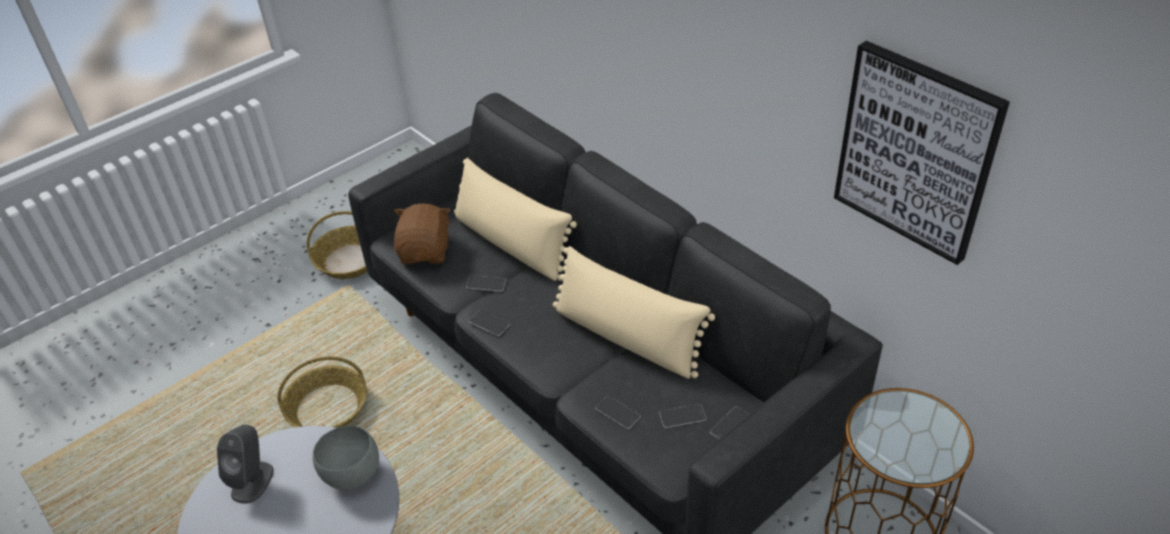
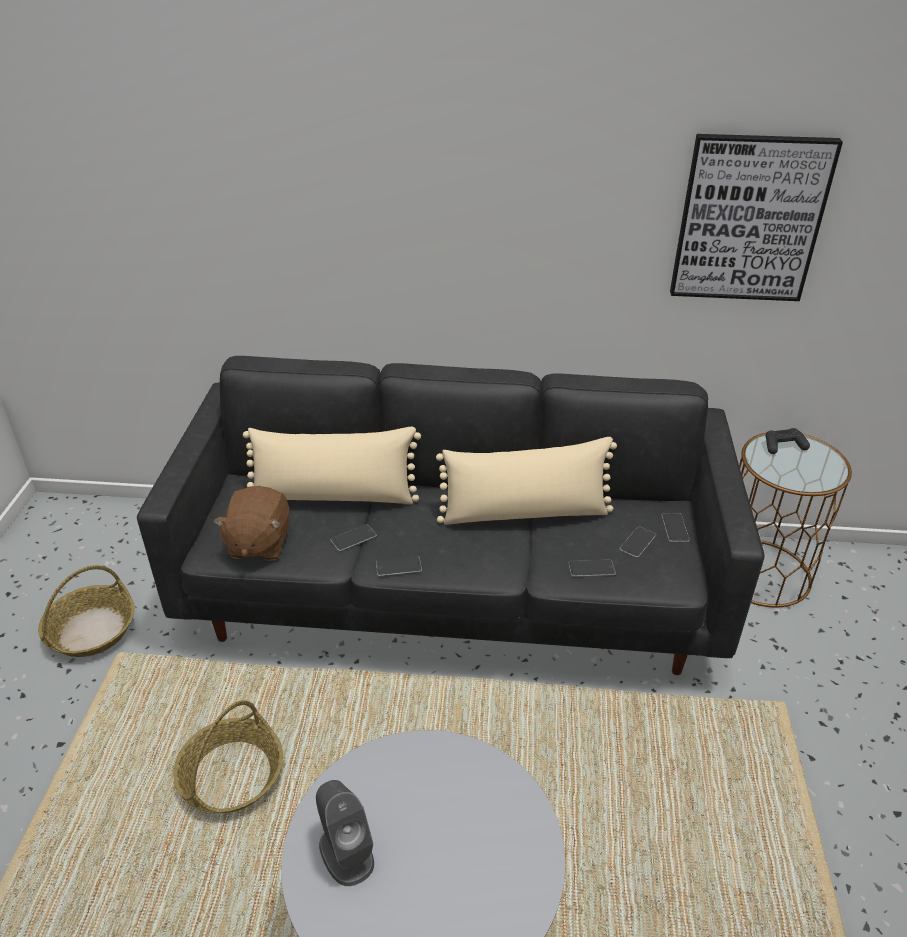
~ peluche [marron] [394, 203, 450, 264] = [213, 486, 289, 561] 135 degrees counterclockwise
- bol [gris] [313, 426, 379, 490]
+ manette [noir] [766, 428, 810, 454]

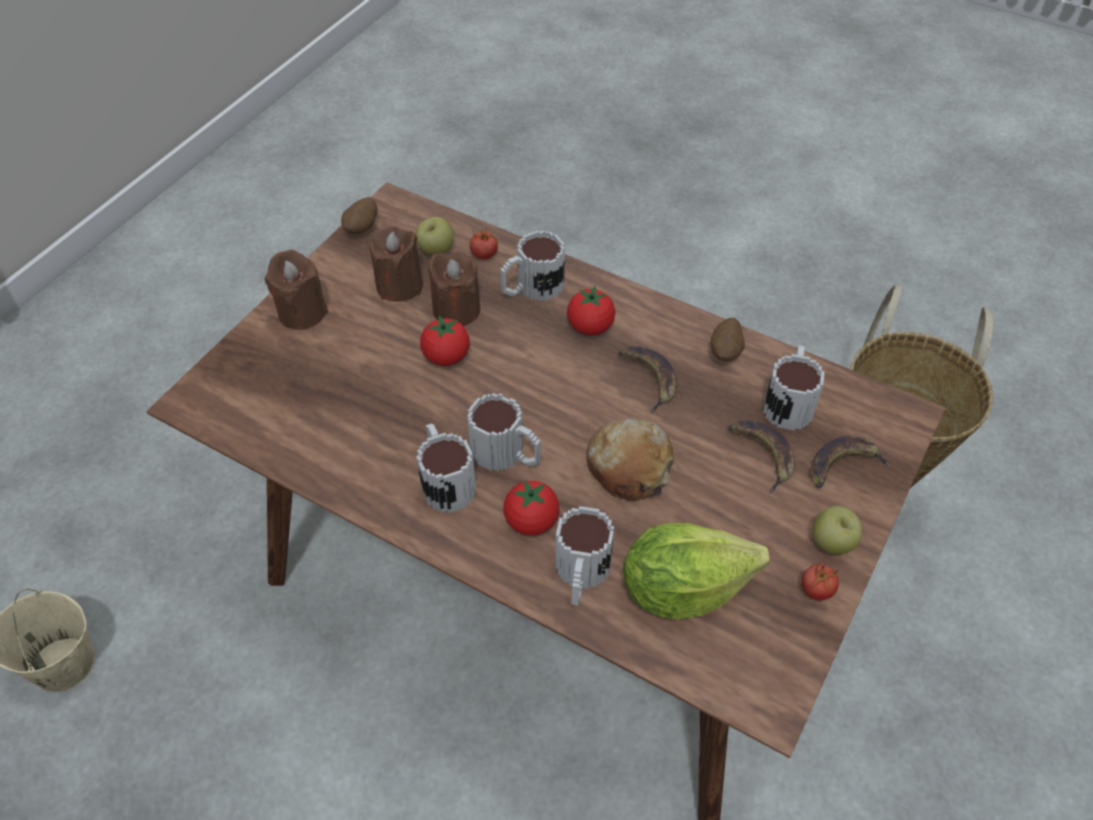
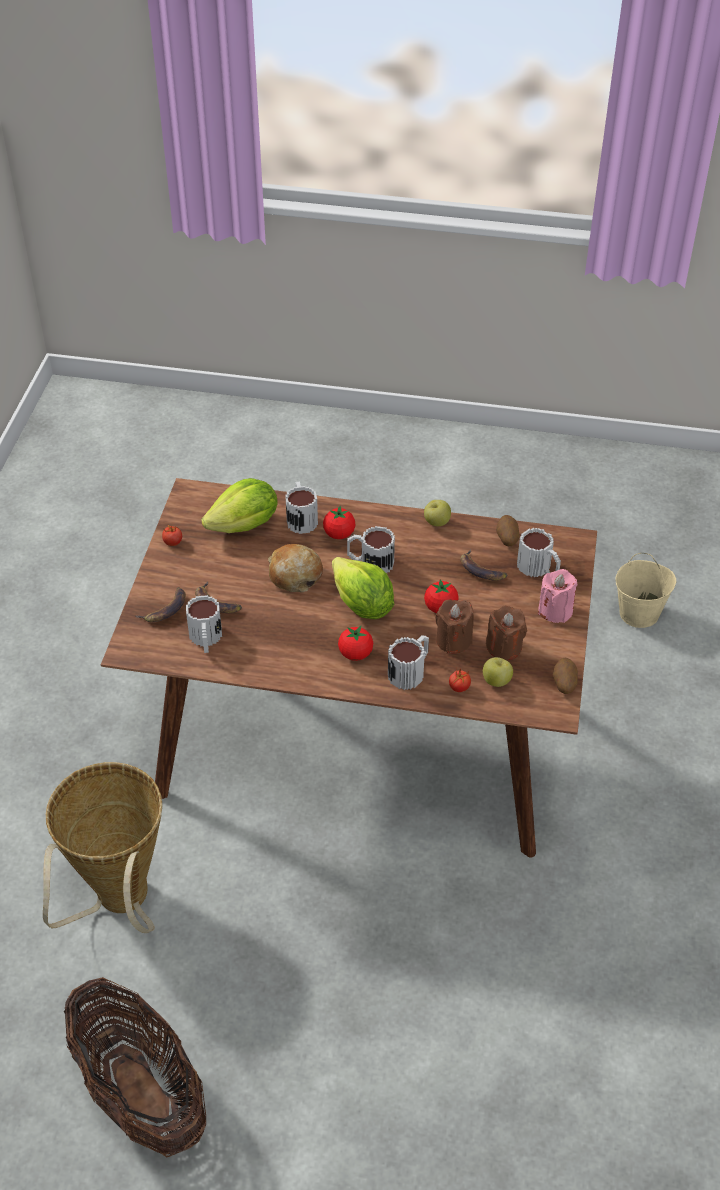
~ bougie [marron] [265, 250, 328, 330] to bougie [rose] [538, 569, 578, 623]
~ pomme de terre [710, 318, 745, 362] to [496, 515, 519, 546]
~ banane [618, 346, 677, 413] to [460, 549, 507, 581]
~ mug [416, 423, 476, 513] to [517, 528, 561, 577]
~ pomme [812, 506, 862, 554] to [424, 500, 451, 526]
+ laitue [332, 557, 394, 619]
+ panier [64, 977, 206, 1157]

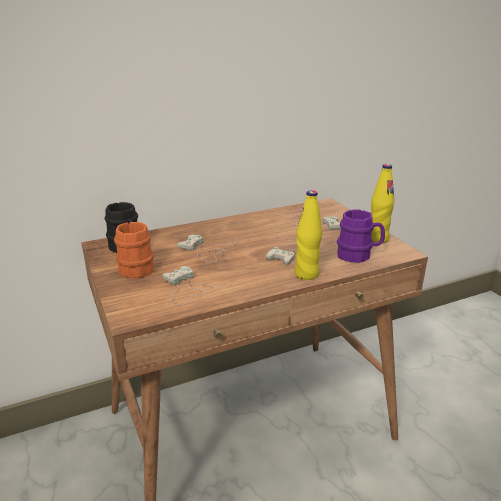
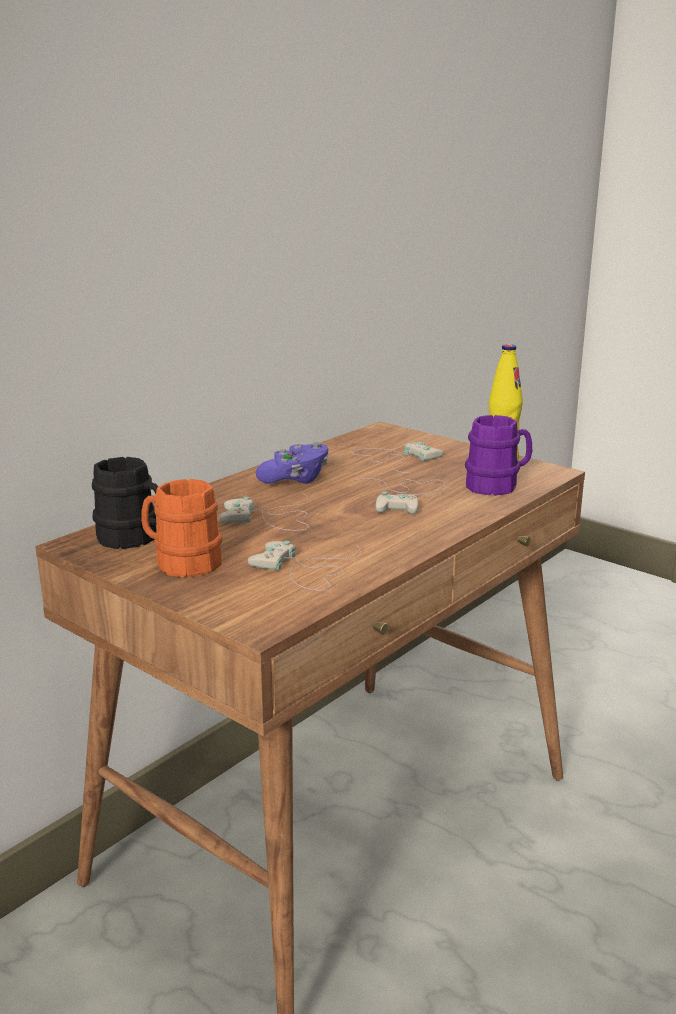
- bouteille [jaune] [295, 190, 322, 280]
+ manette [violet] [256, 442, 328, 484]

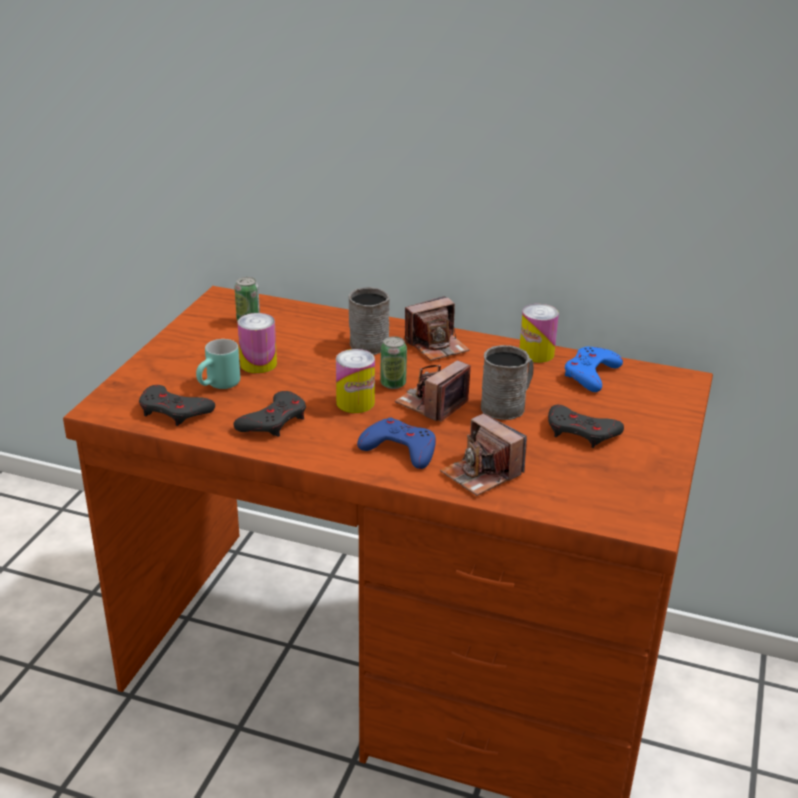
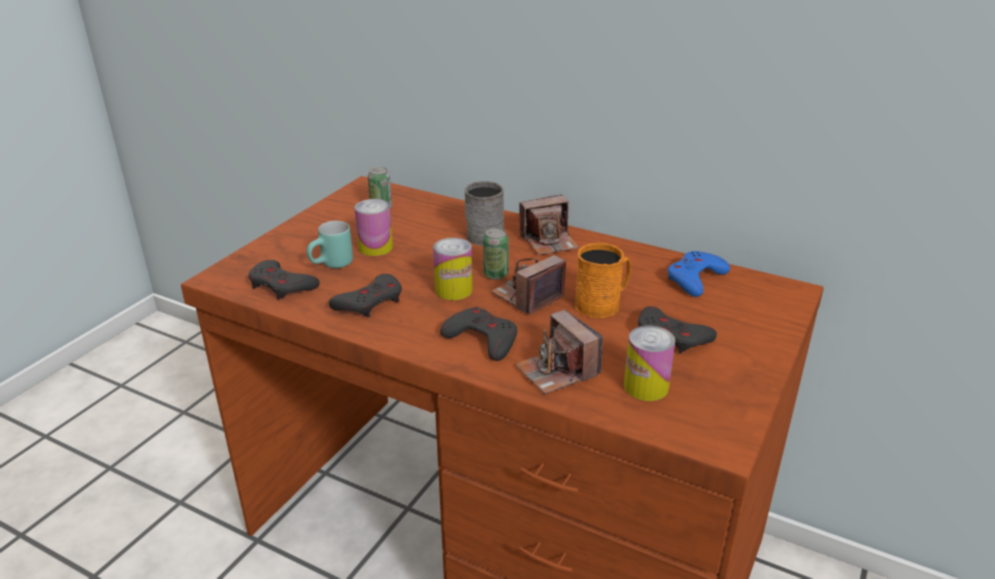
~ boîte métallique [519, 304, 559, 363] to [624, 325, 675, 401]
~ mug [gris] [481, 345, 534, 420] to mug [orange] [575, 243, 631, 318]
~ manette [bleu] [357, 418, 436, 469] to manette [gris] [440, 307, 518, 361]

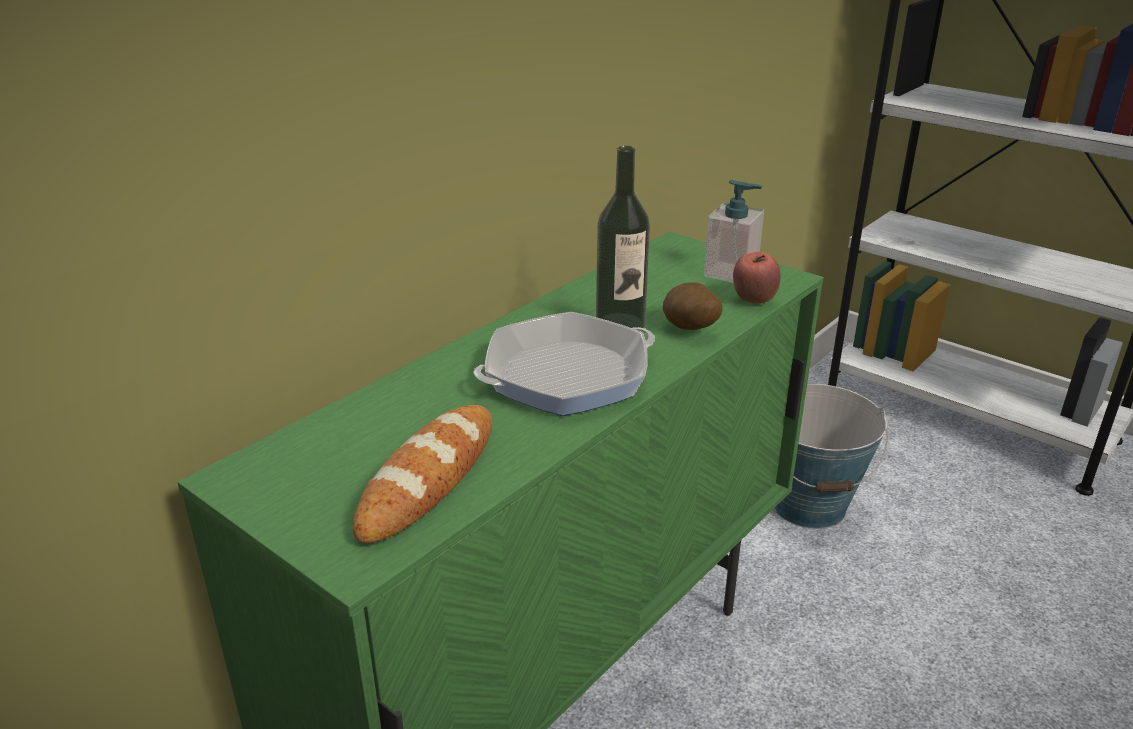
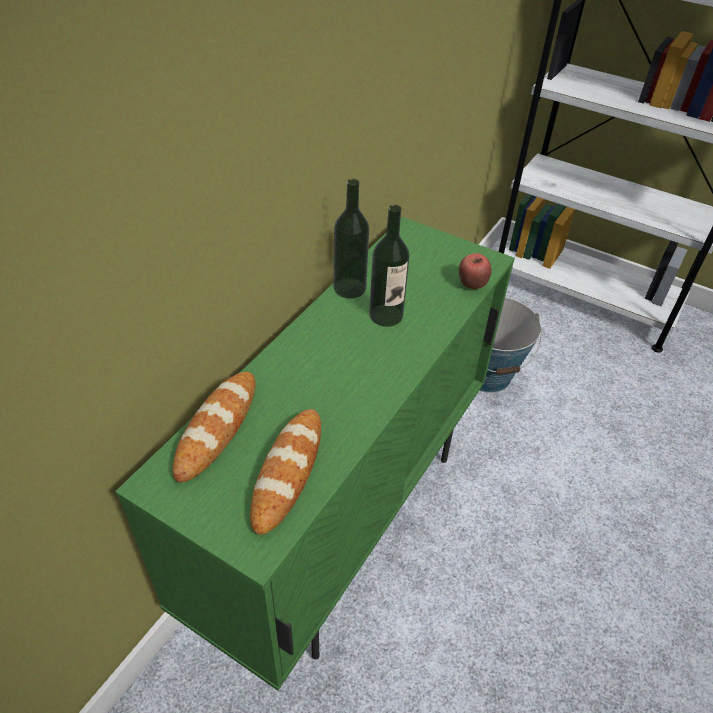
- distributeur de savon [703, 180, 764, 283]
- pomme de terre [663, 282, 723, 330]
- poêle [473, 312, 655, 416]
+ bouteille [334, 179, 369, 299]
+ pain [172, 372, 256, 482]

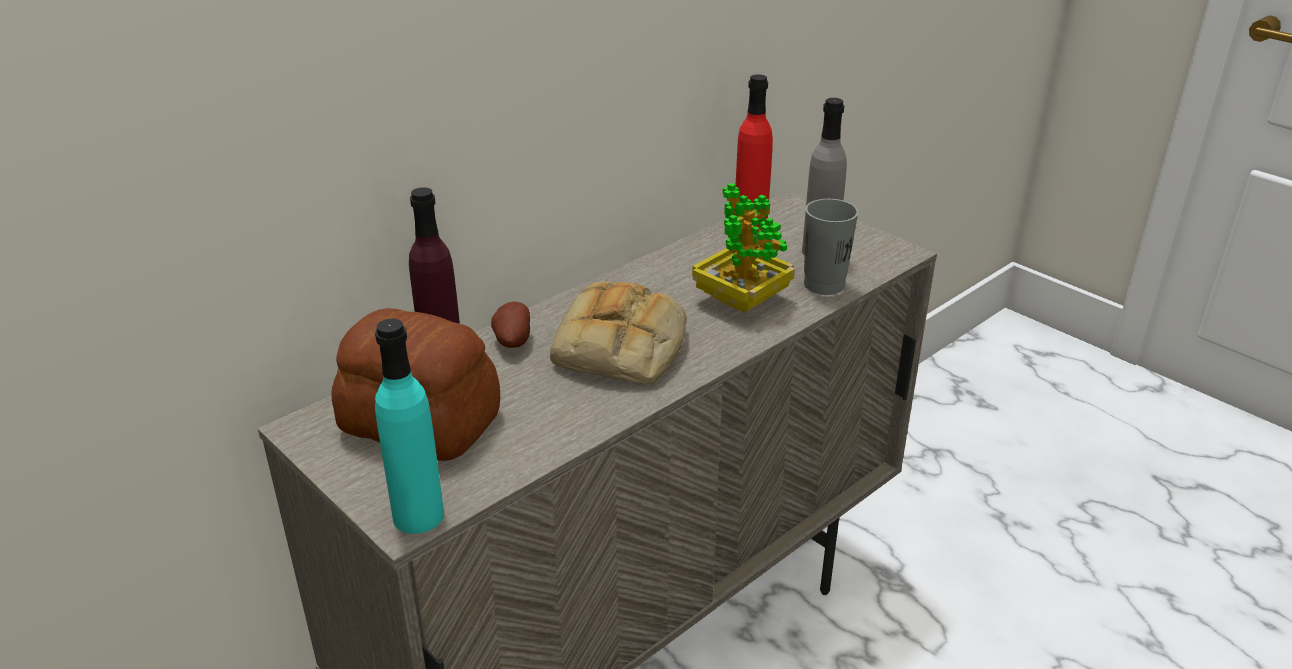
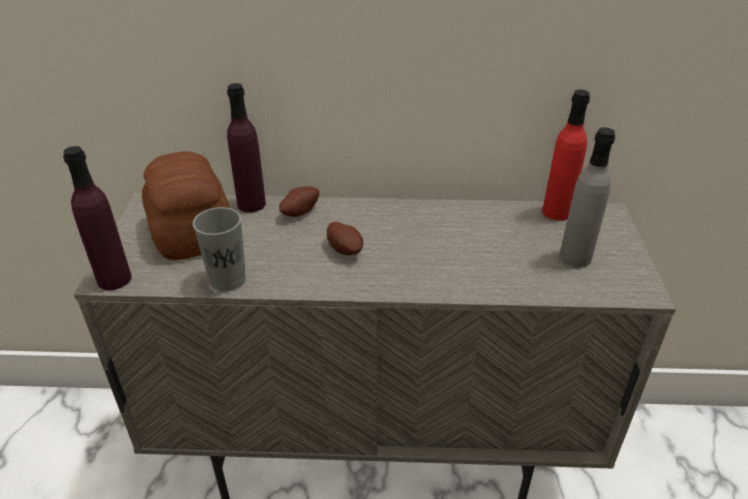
- plante en pot [692, 183, 795, 313]
~ tasse [gris] [804, 199, 859, 295] to [193, 207, 246, 291]
~ pain [550, 282, 687, 384] to pomme de terre [327, 222, 363, 255]
~ bouteille [turquoise] [375, 319, 444, 534] to bouteille [violet] [63, 146, 132, 290]

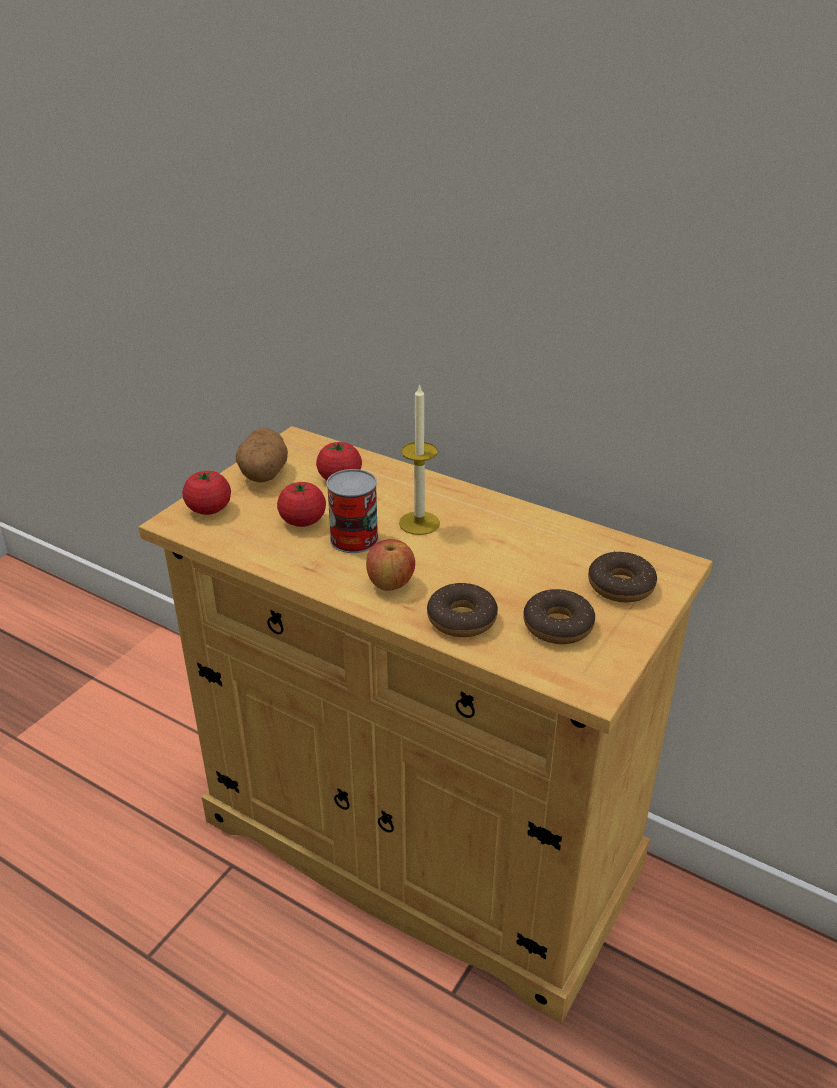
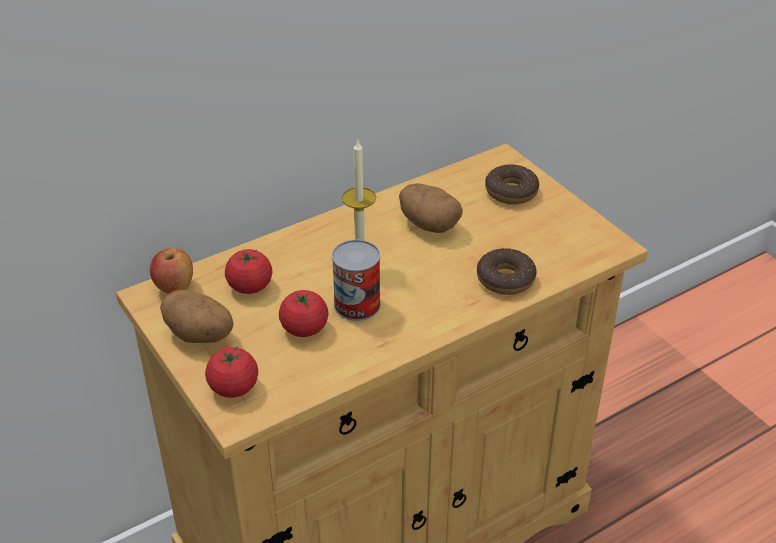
~ pomme [366, 539, 415, 591] to [150, 248, 193, 294]
- beignet [523, 589, 595, 644]
+ pomme de terre [399, 183, 463, 233]

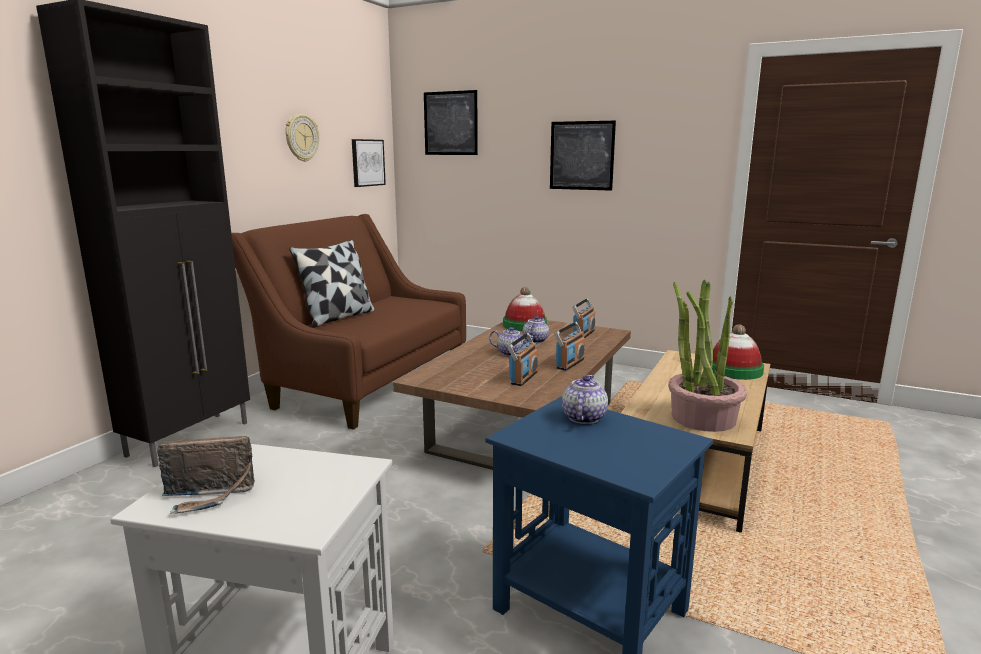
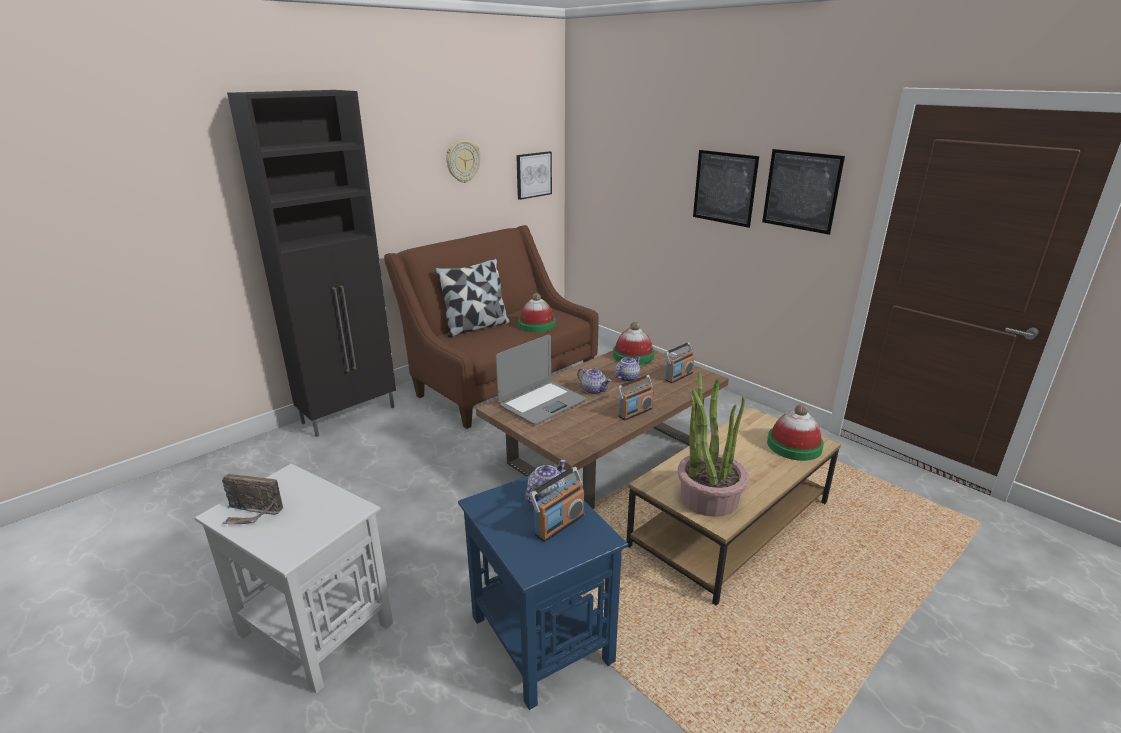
~ tableau [424, 90, 478, 155] to [762, 149, 845, 235]
~ radio [507, 333, 538, 386] to [529, 467, 585, 542]
+ chapeau [518, 293, 556, 333]
+ ordinateur portable [496, 334, 586, 424]

